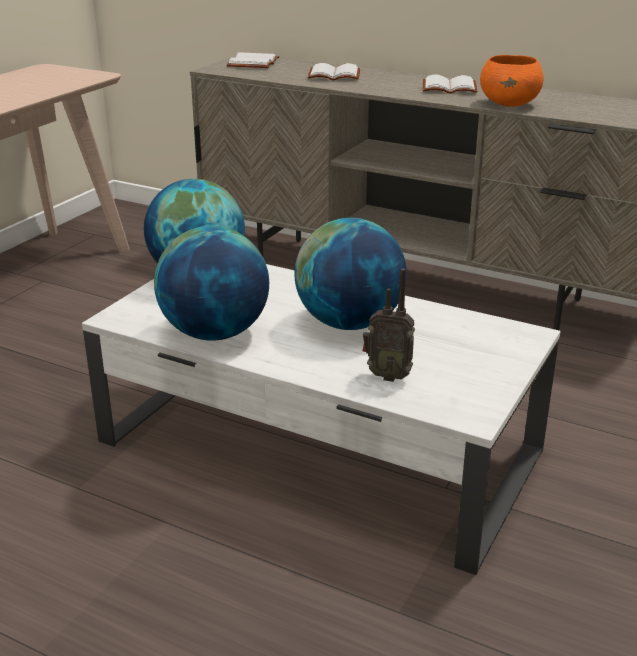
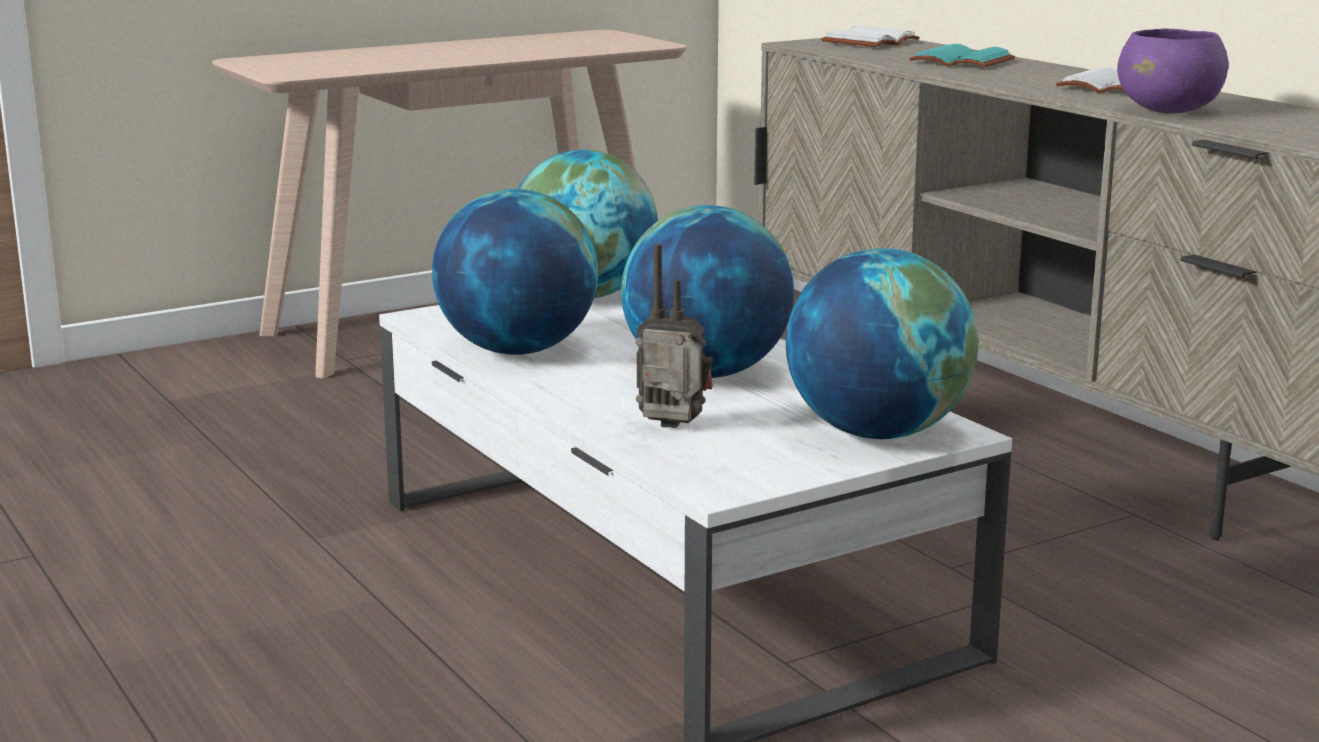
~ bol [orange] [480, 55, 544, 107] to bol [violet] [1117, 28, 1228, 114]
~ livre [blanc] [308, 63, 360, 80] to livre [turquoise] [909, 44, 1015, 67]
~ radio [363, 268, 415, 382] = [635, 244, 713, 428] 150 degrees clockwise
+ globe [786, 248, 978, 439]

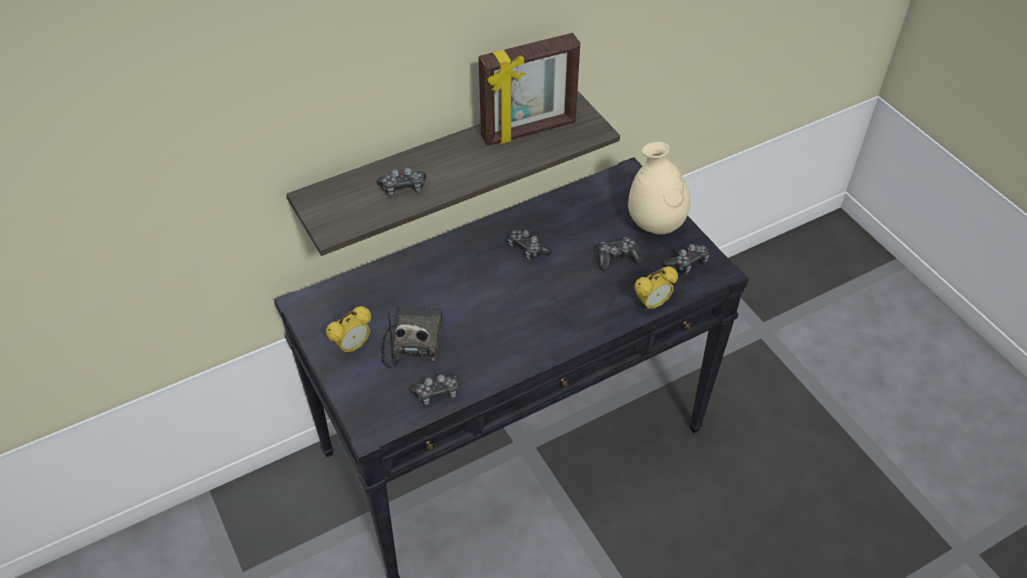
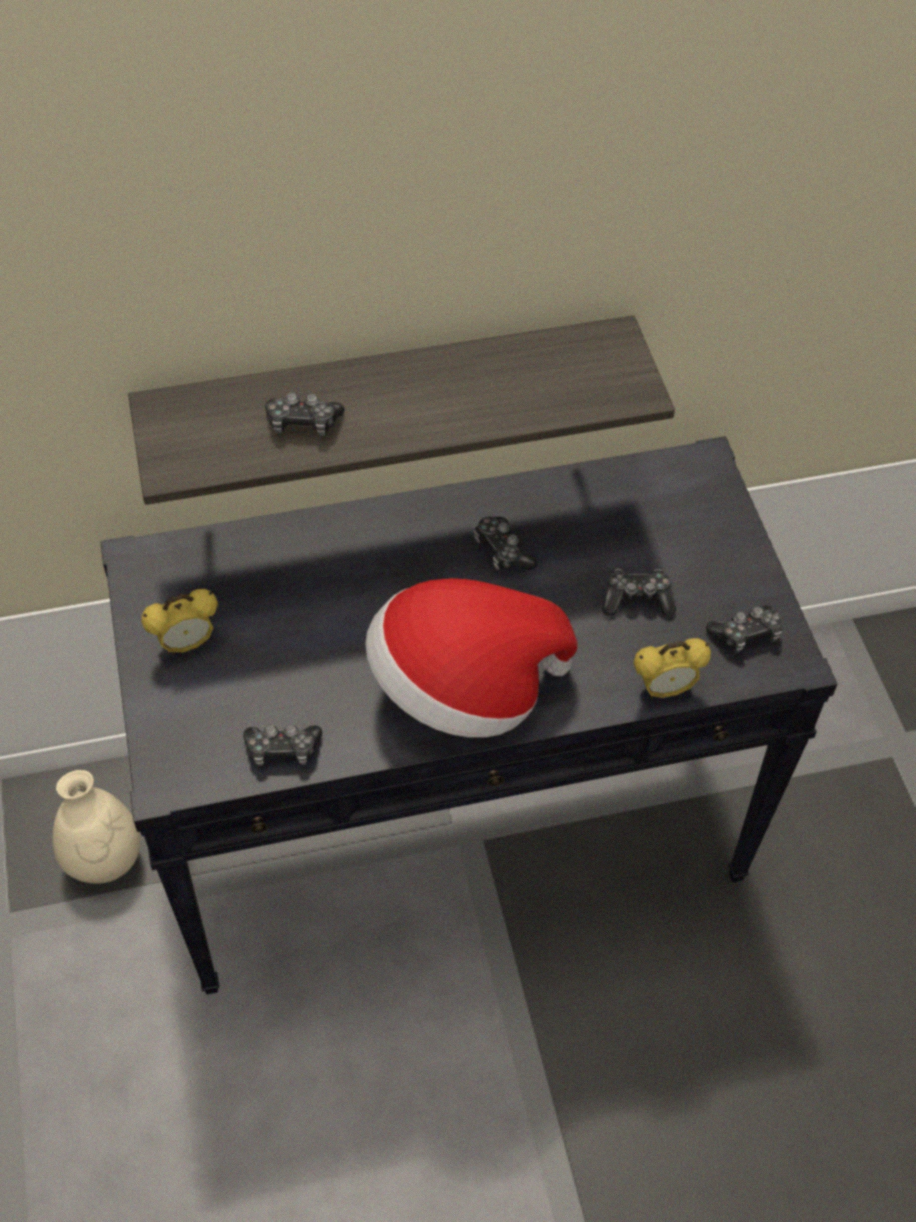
- cadre photo [479, 33, 580, 146]
~ vase [beige] [628, 142, 691, 235] to [53, 770, 140, 884]
- radio [381, 306, 443, 368]
+ chapeau [365, 578, 578, 738]

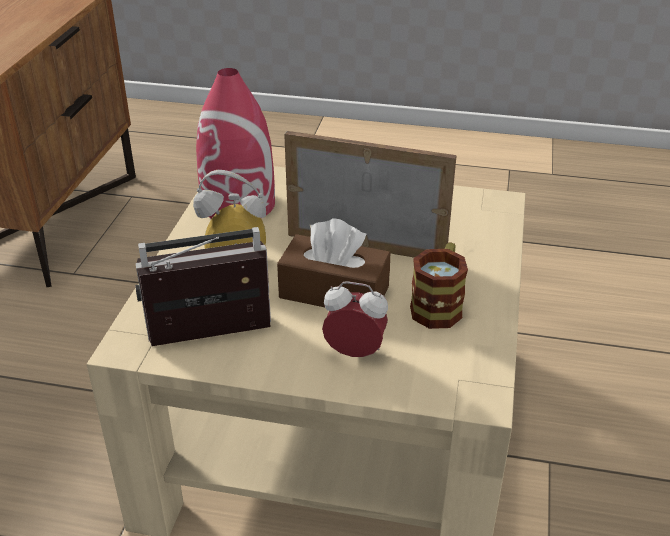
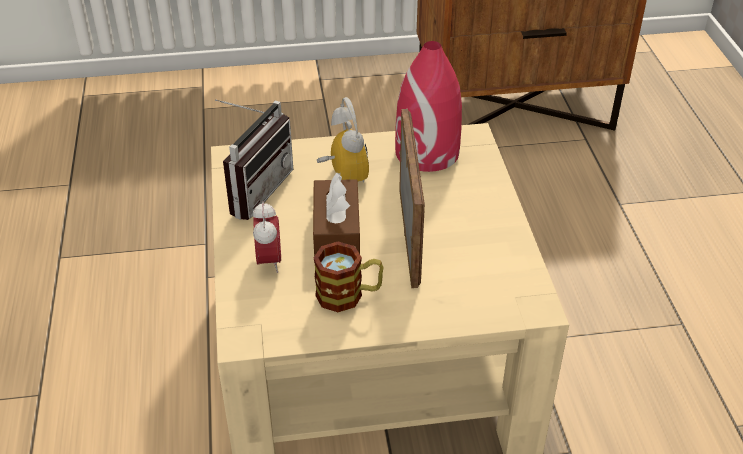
~ radio [135, 227, 271, 346] = [215, 99, 293, 220] 60 degrees clockwise

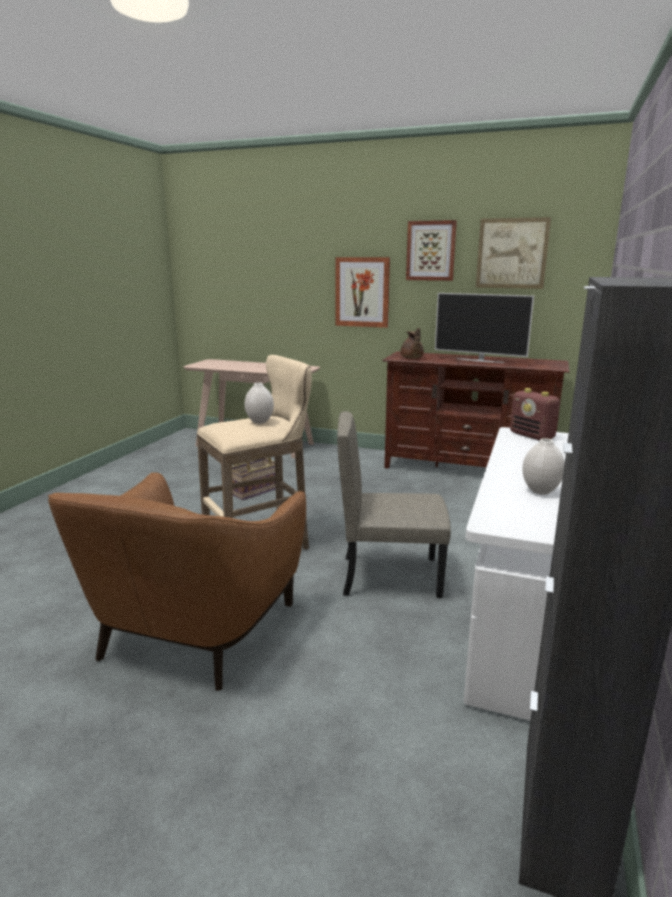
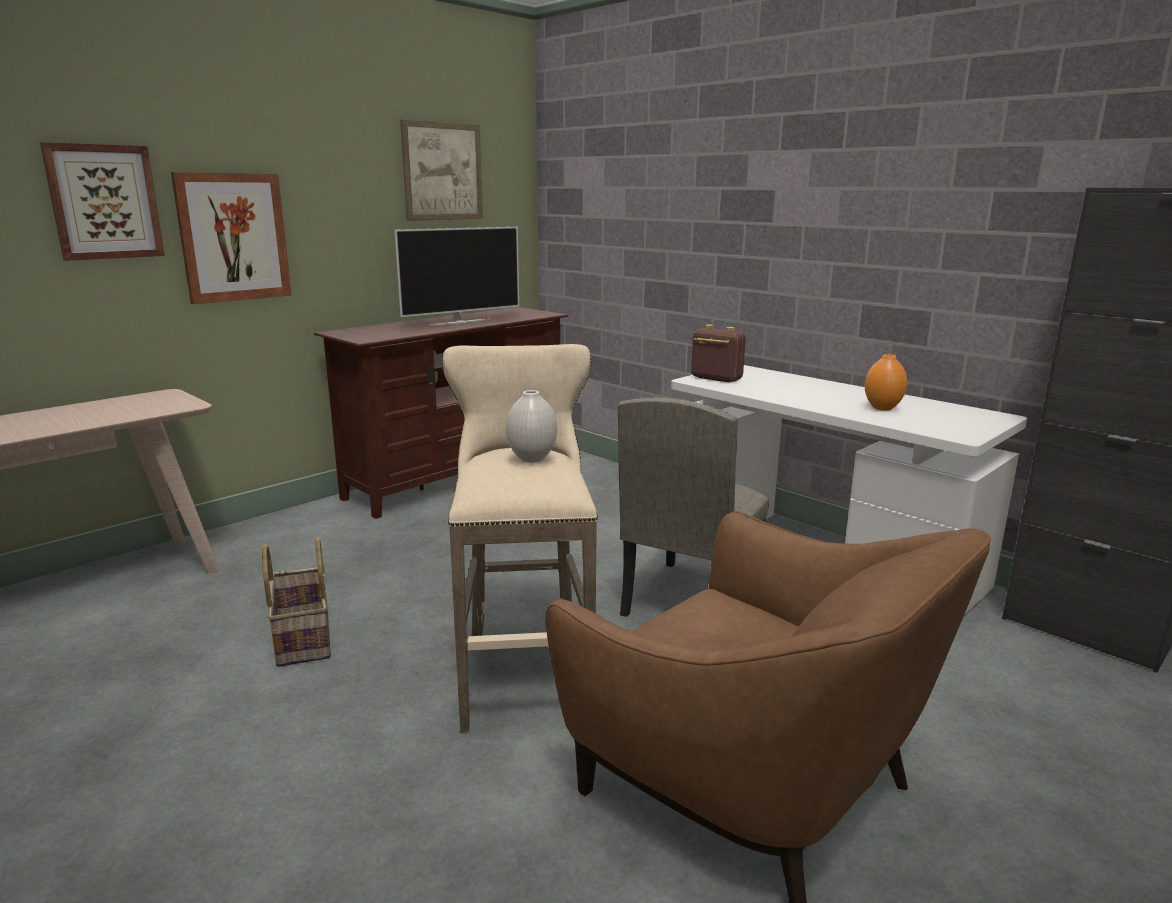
~ tableau [406, 220, 457, 281] to [40, 142, 165, 261]
- théière [marron] [400, 328, 424, 358]
~ radio [510, 388, 560, 441] = [691, 325, 746, 382] 135 degrees counterclockwise
~ vase [blanc] [522, 438, 565, 495] to vase [orange] [865, 354, 907, 411]

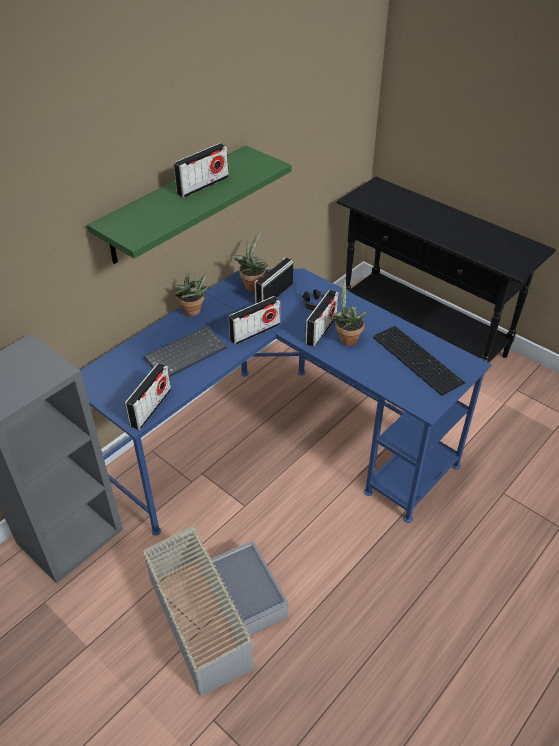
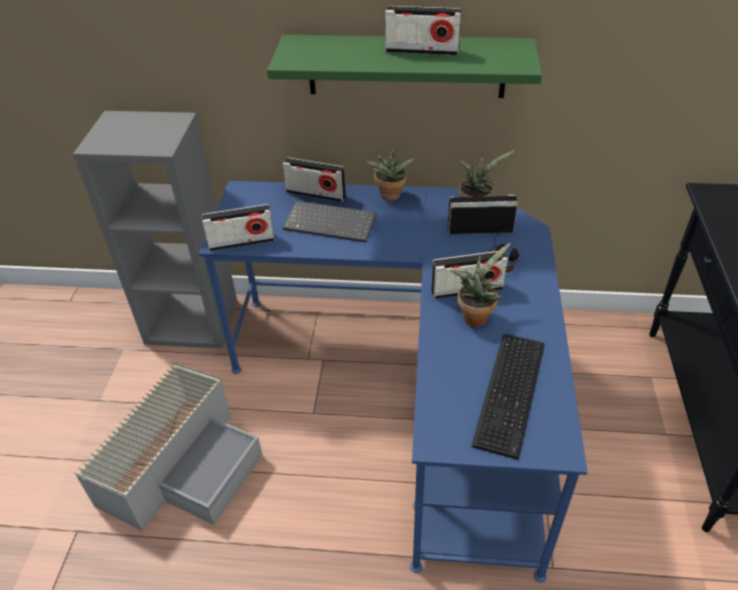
~ radio [229, 296, 280, 345] to [283, 157, 346, 202]

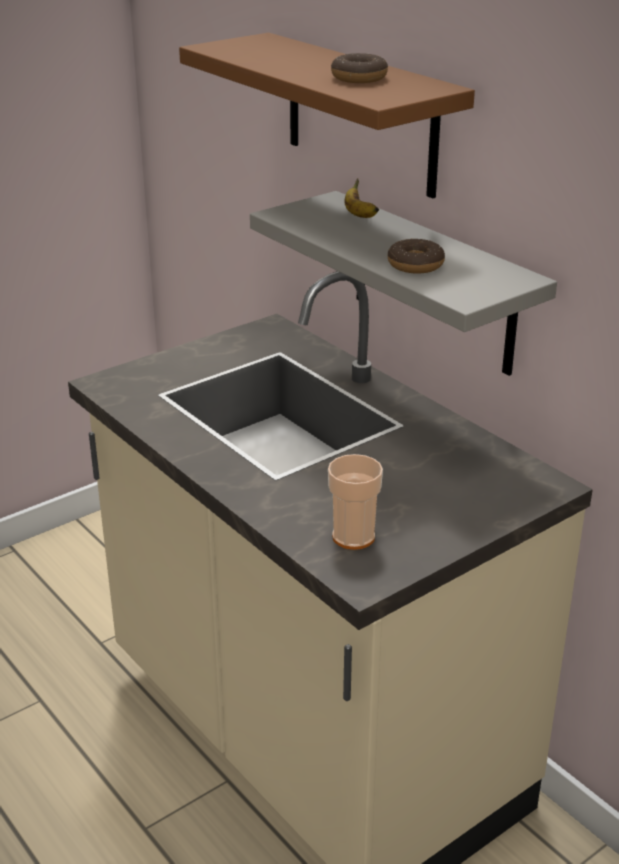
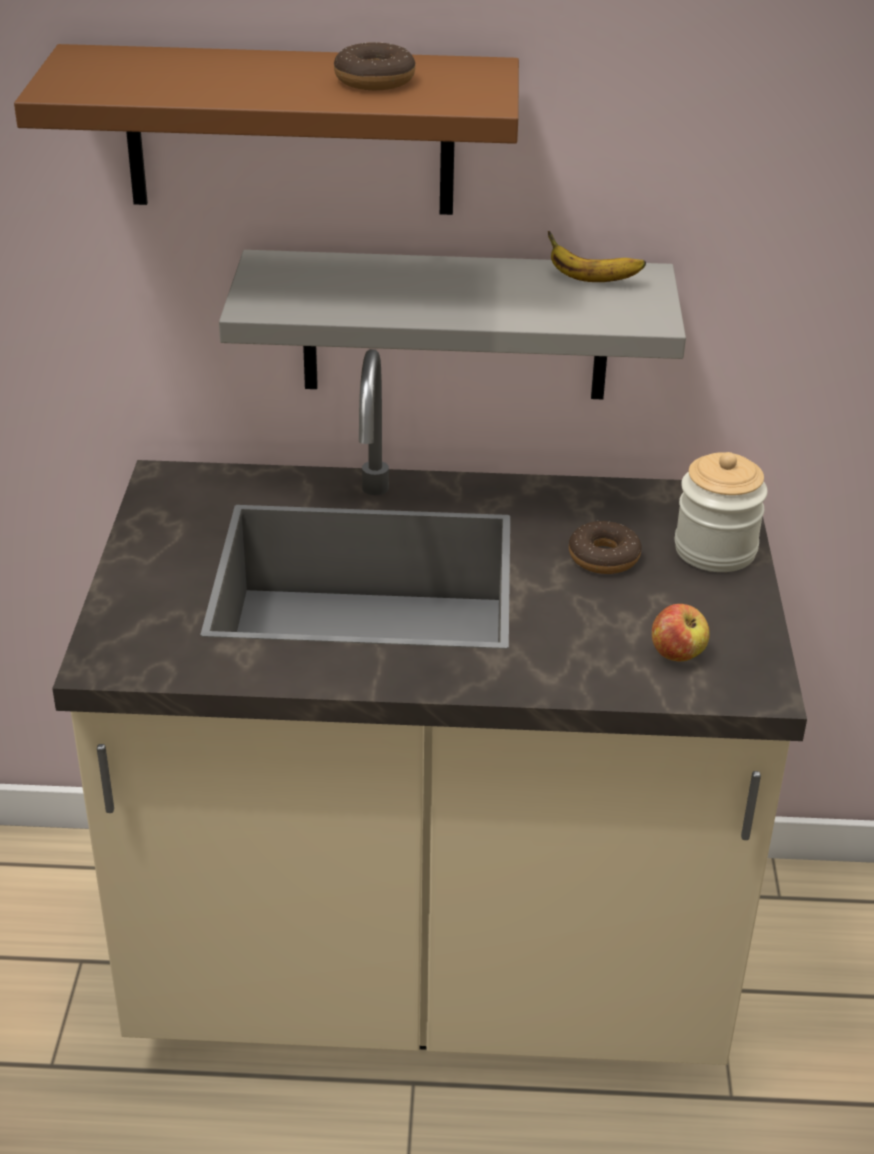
~ banane [345, 178, 379, 218] to [548, 231, 646, 282]
~ beignet [388, 239, 445, 273] to [569, 520, 642, 574]
~ tasse [328, 454, 383, 550] to pomme [652, 604, 710, 661]
+ bocal [675, 452, 768, 572]

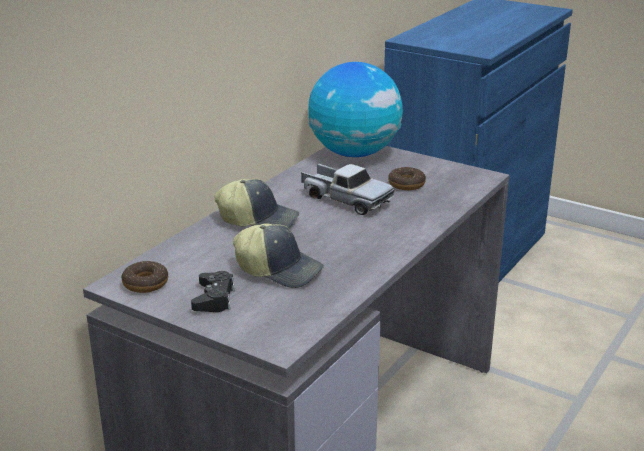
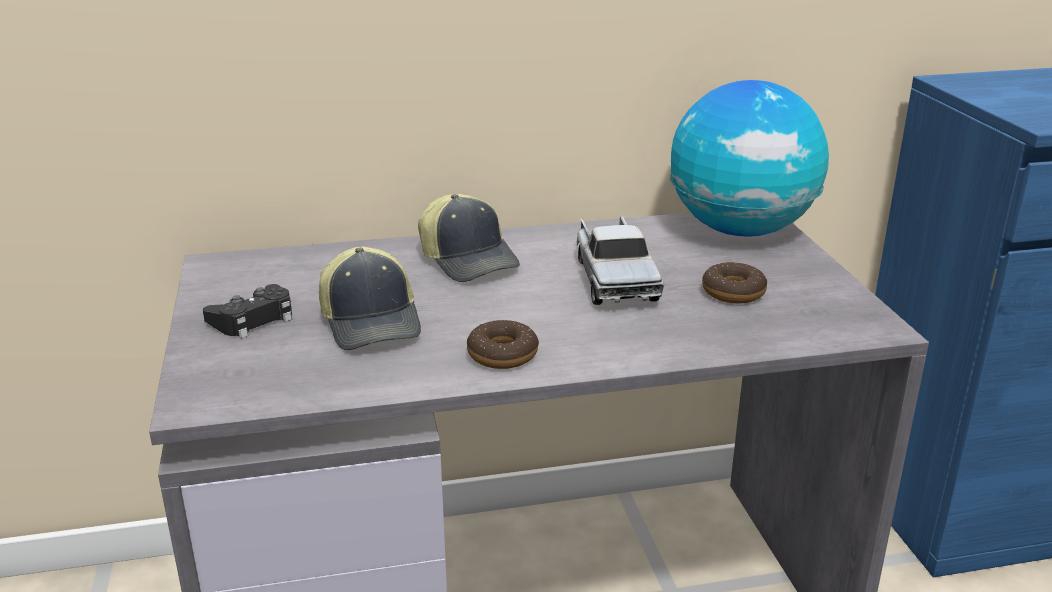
~ beignet [121, 261, 168, 293] to [467, 320, 539, 369]

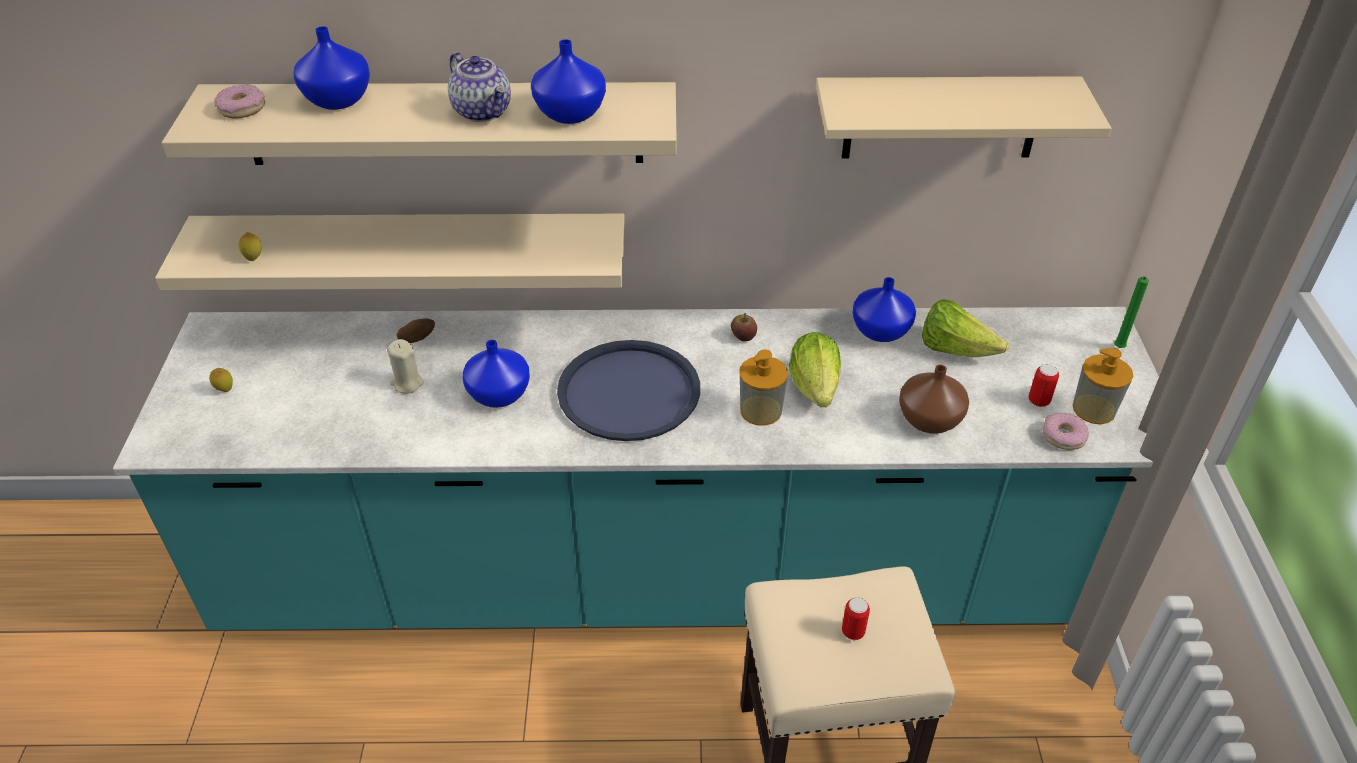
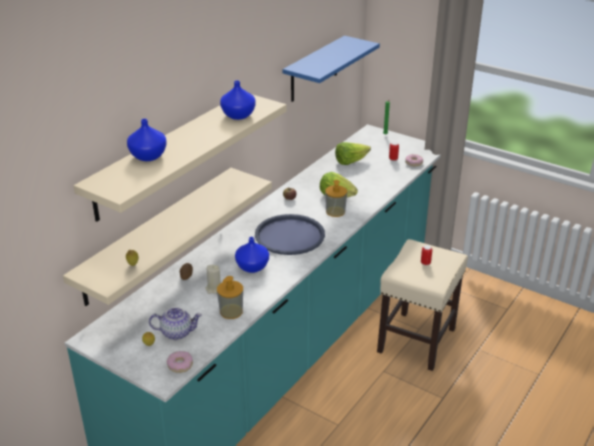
~ théière [448, 52, 511, 122] to [149, 307, 202, 340]
~ étagère [beige] [816, 76, 1111, 158] to étagère [bleu] [282, 36, 380, 102]
~ beignet [214, 84, 265, 119] to [167, 351, 193, 373]
- vase [bleu] [852, 277, 916, 342]
~ distributeur de savon [1073, 348, 1133, 424] to [217, 276, 243, 319]
- vase [marron] [899, 365, 969, 434]

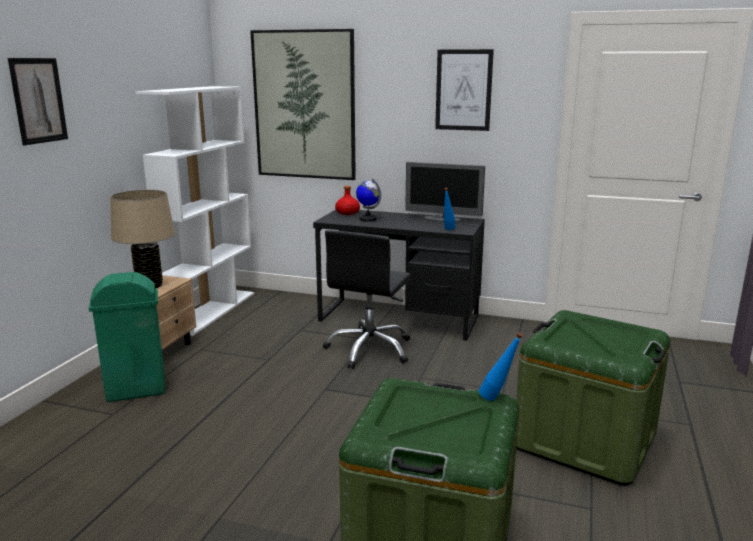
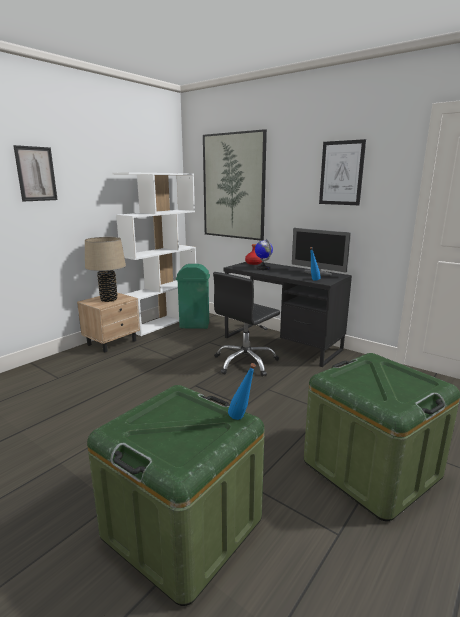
~ poubelle [vert] [88, 272, 165, 402] to [176, 264, 210, 329]

